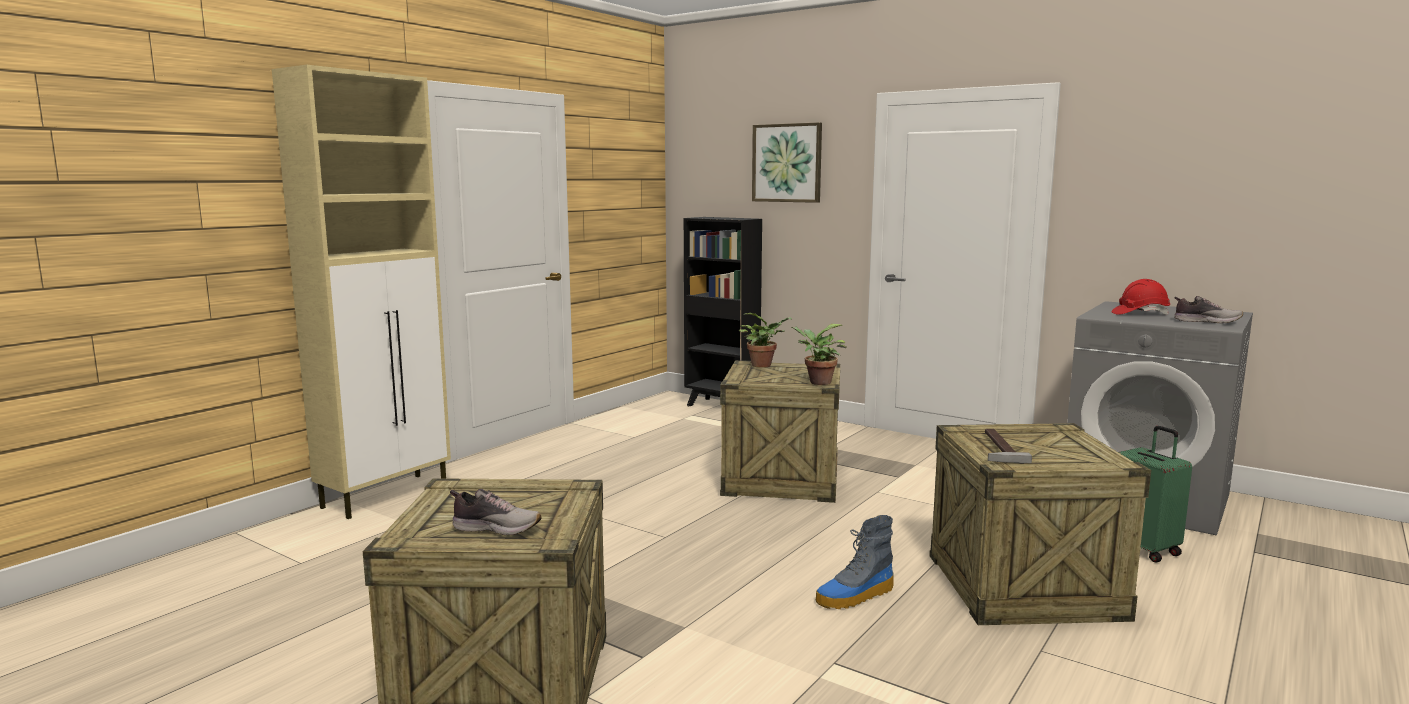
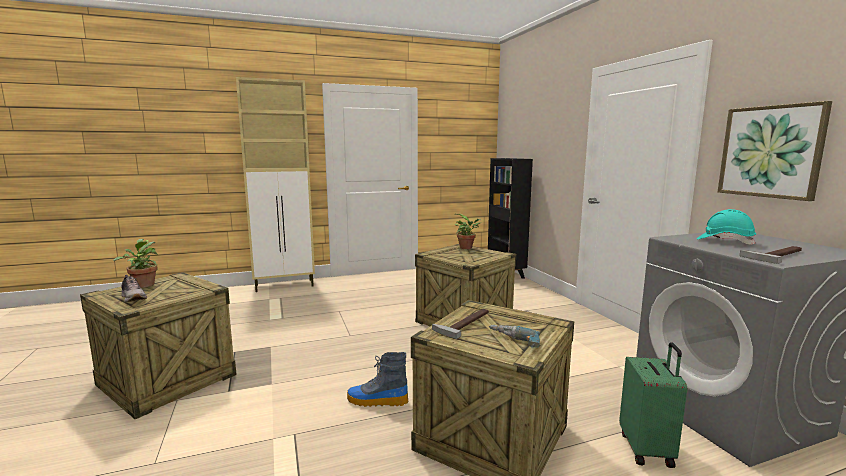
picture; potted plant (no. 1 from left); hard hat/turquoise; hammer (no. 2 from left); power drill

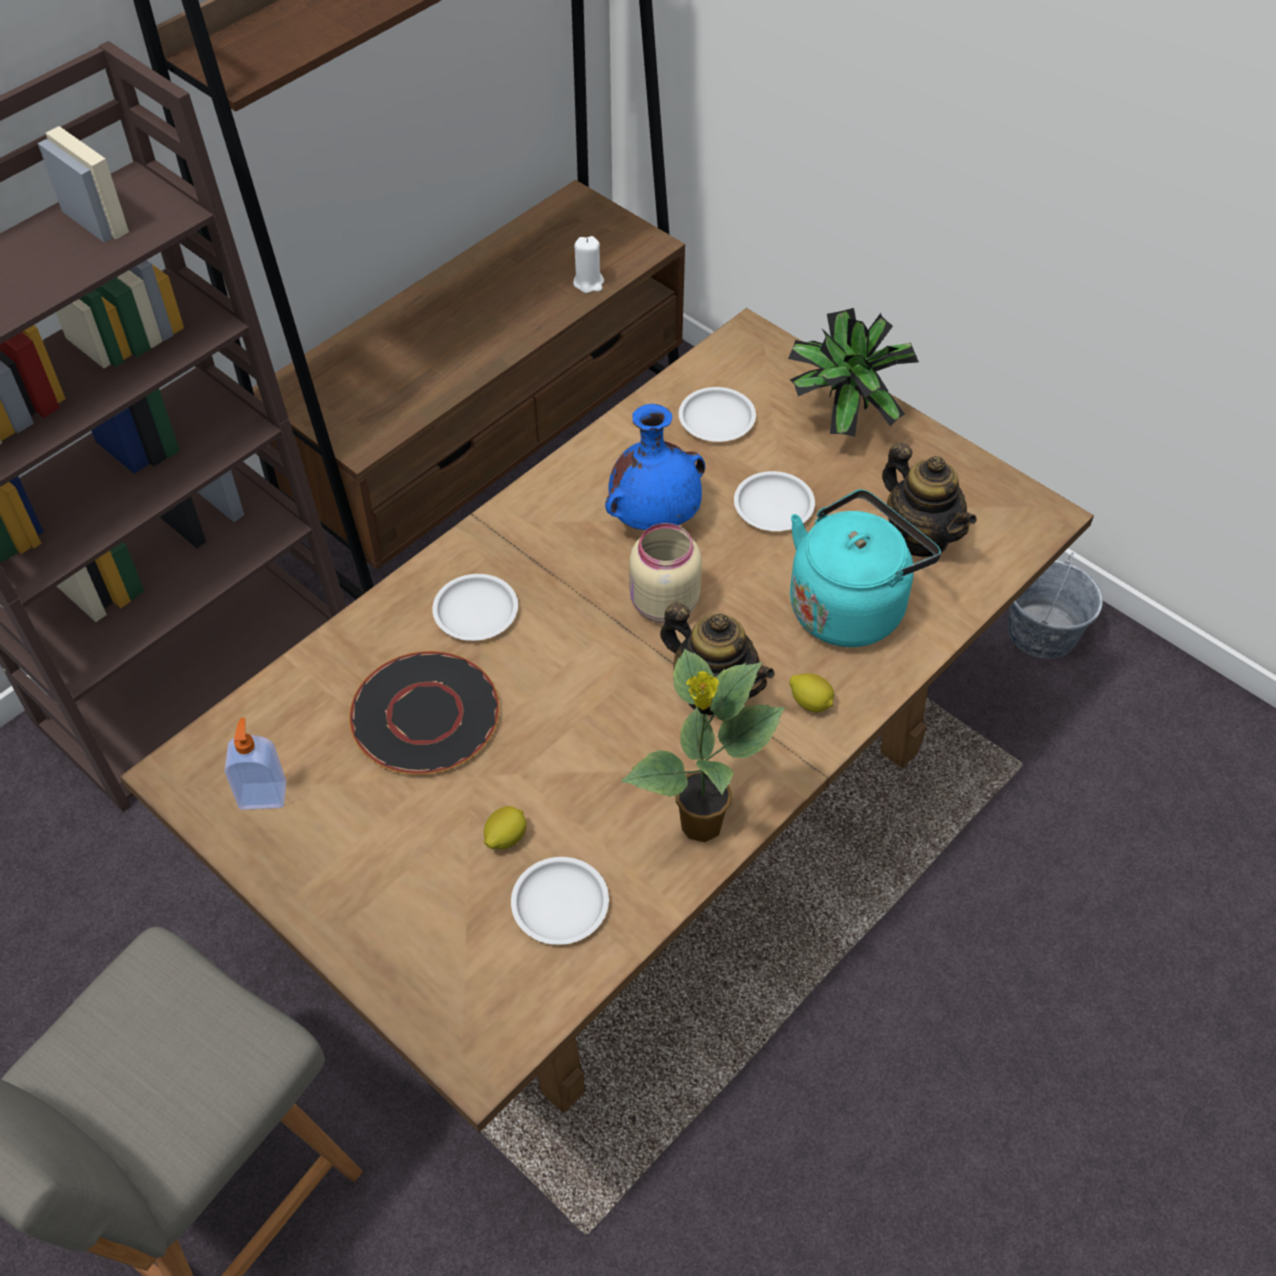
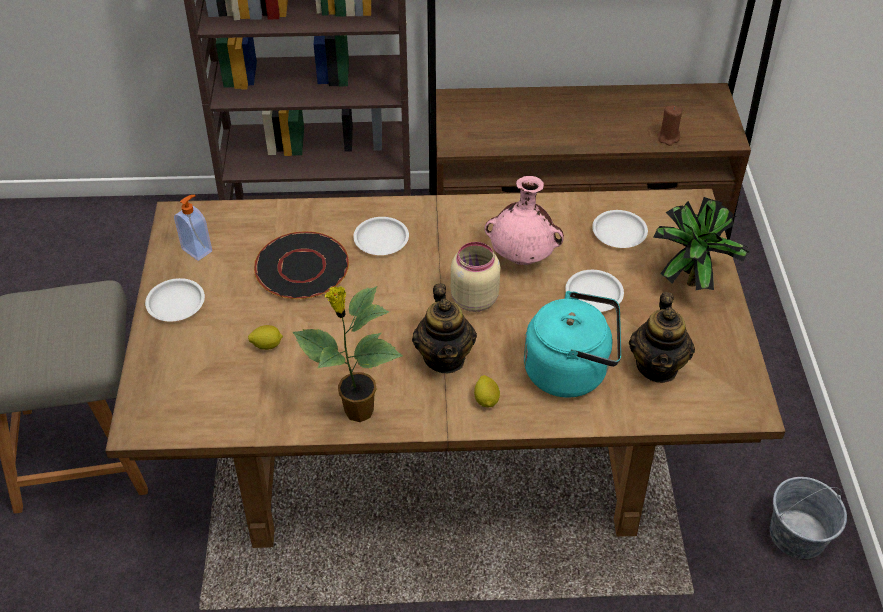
plate/white (no. 1 from left); candle/brown; vase/pink

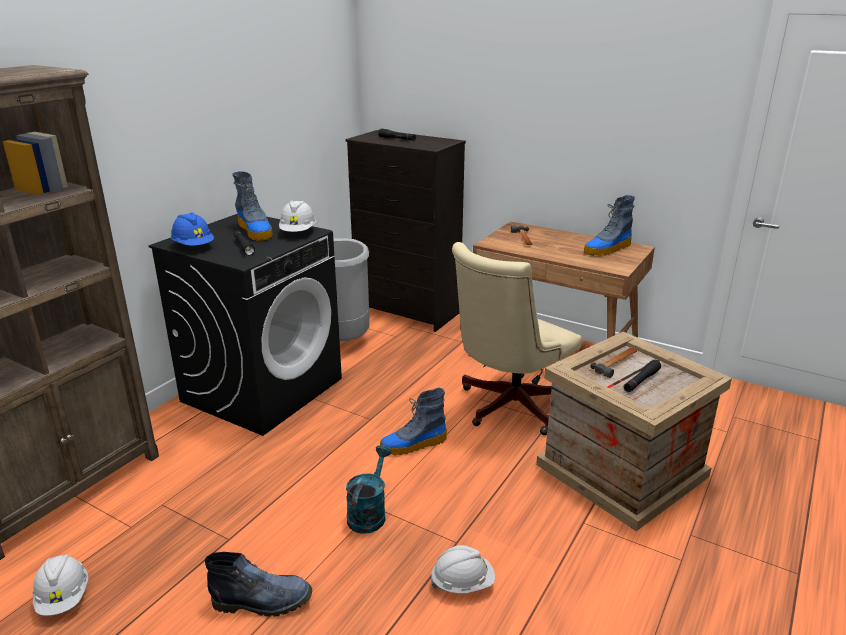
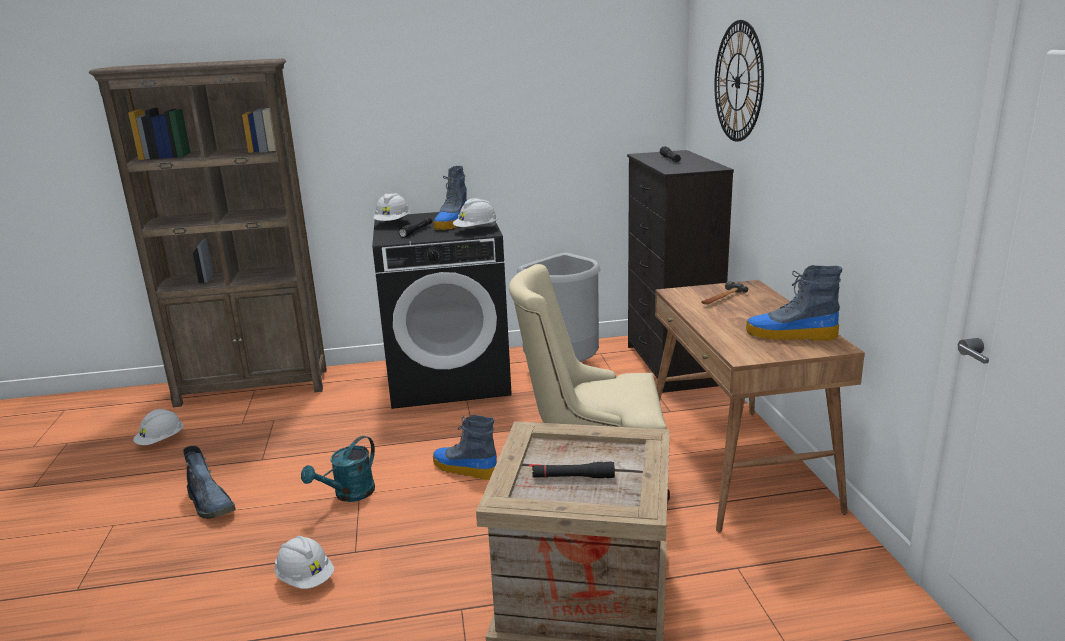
hard hat/white (no. 3 from left); watering can/turquoise; hammer (no. 2 from left in the first image); wall clock

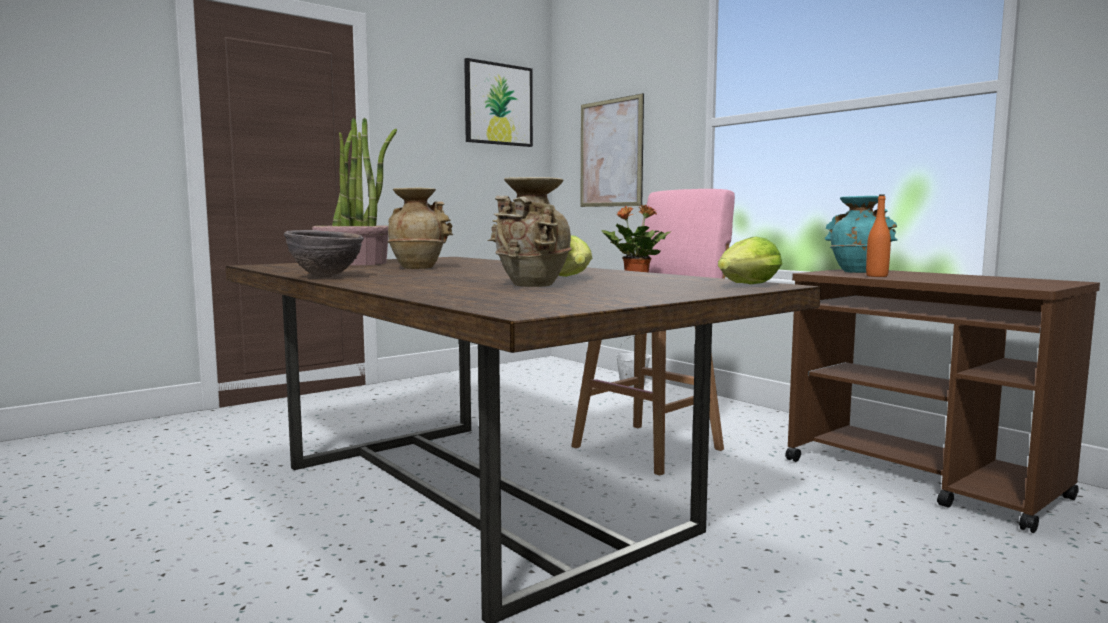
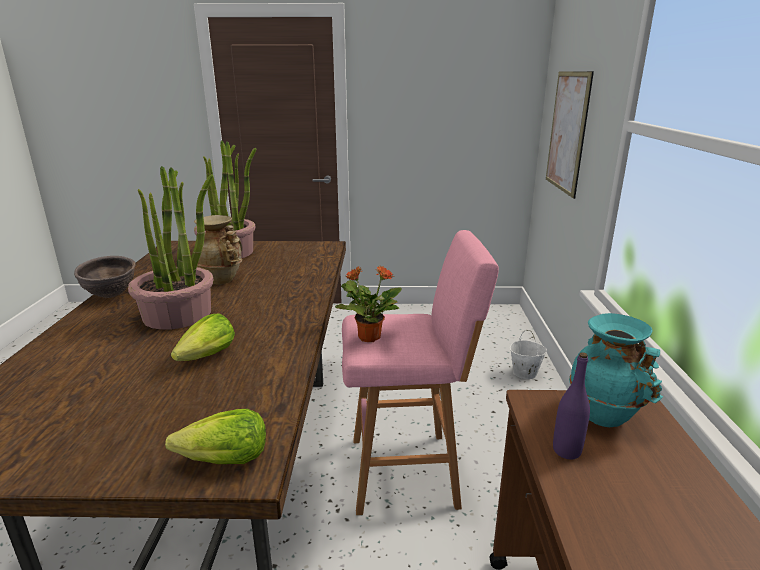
picture (no. 1 from left in the first image); vase/beige (no. 2 from left in the first image); bottle/purple; potted plant (no. 1 from left)

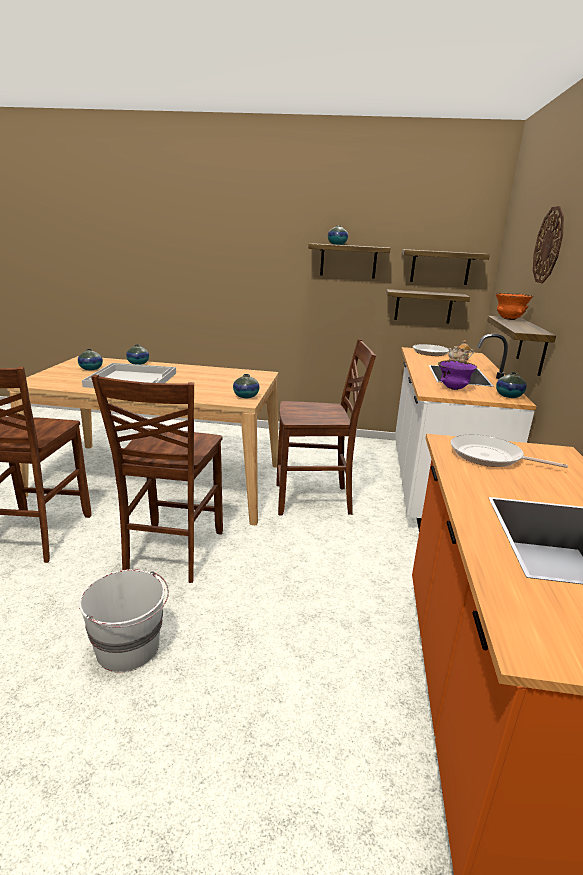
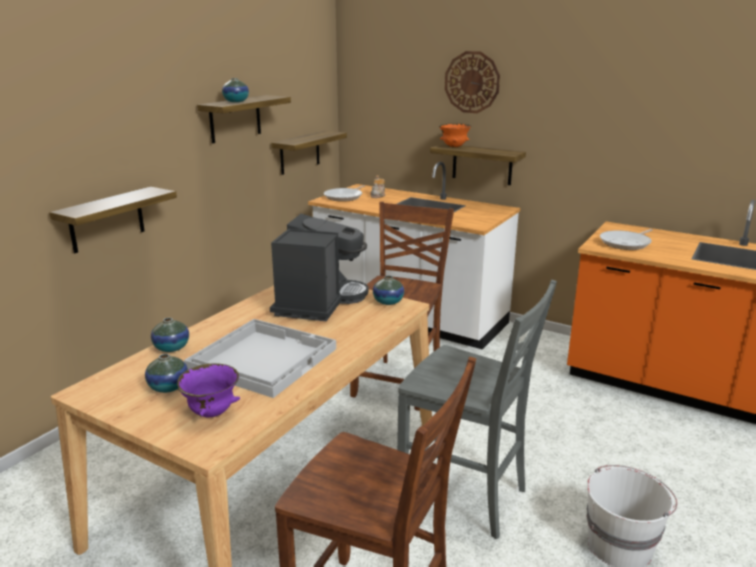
chair/grey; shelf (no. 1 from left); bowl/purple; vase (no. 5 from left in the first image); coffee machine

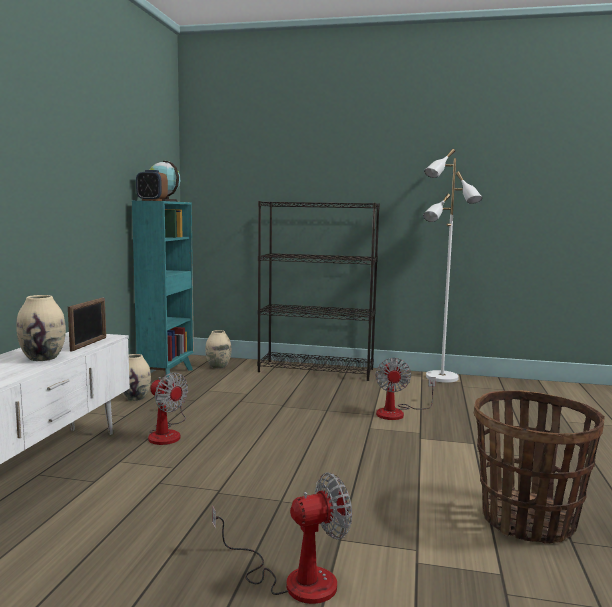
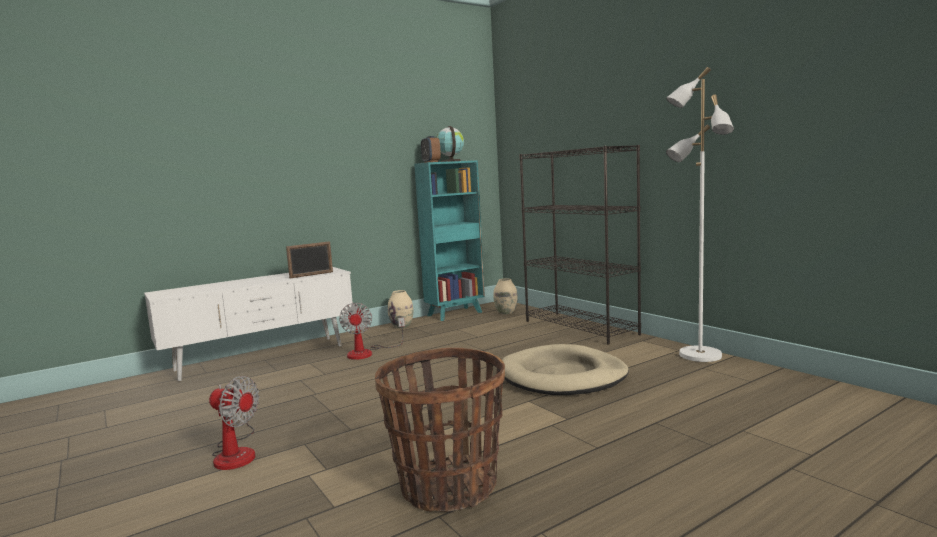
vase/beige (no. 1 from left in the first image); dog bed/beige

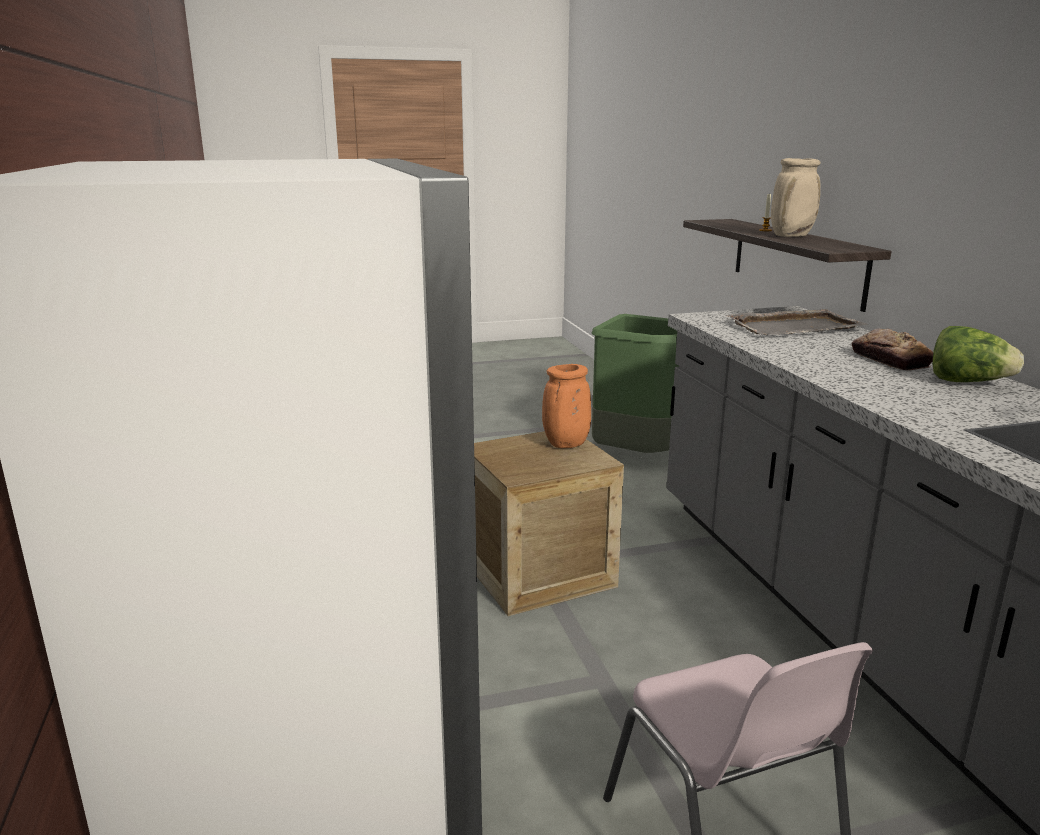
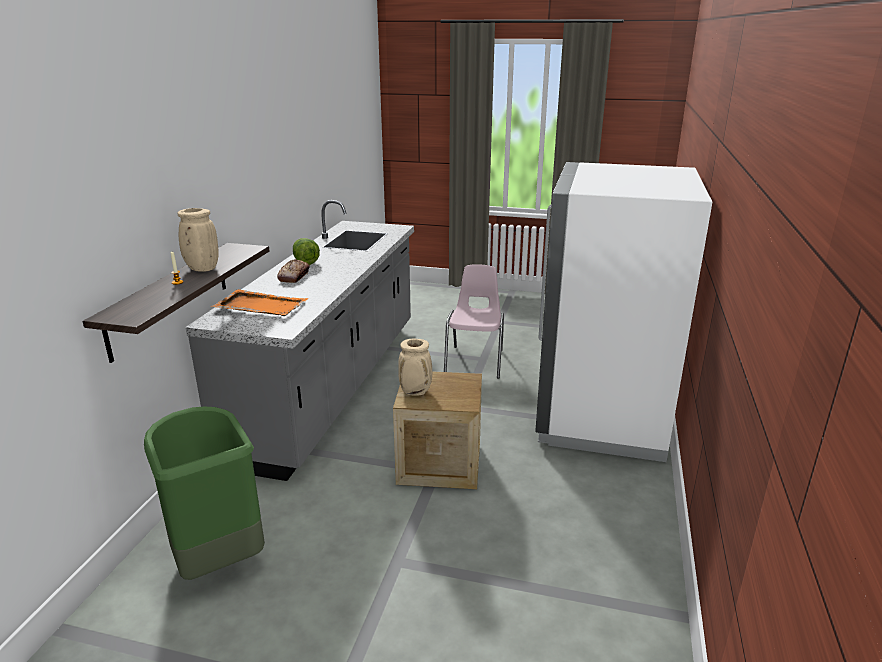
vase/beige (no. 2 from left); tray/orange

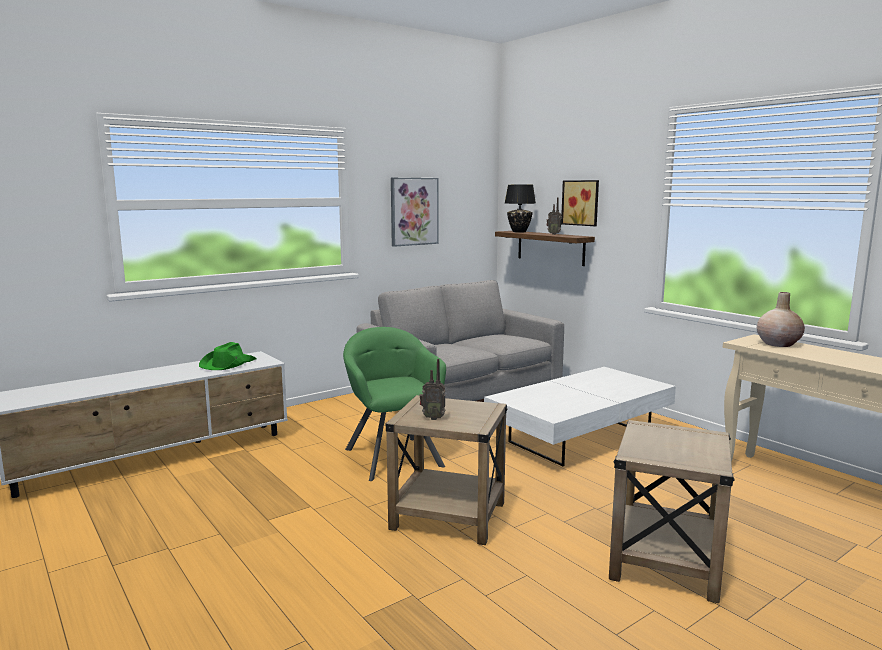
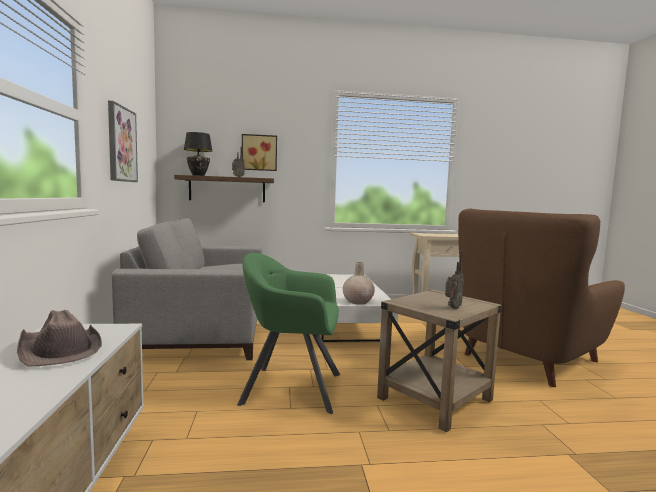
hat/brown; armchair/brown; vase/beige

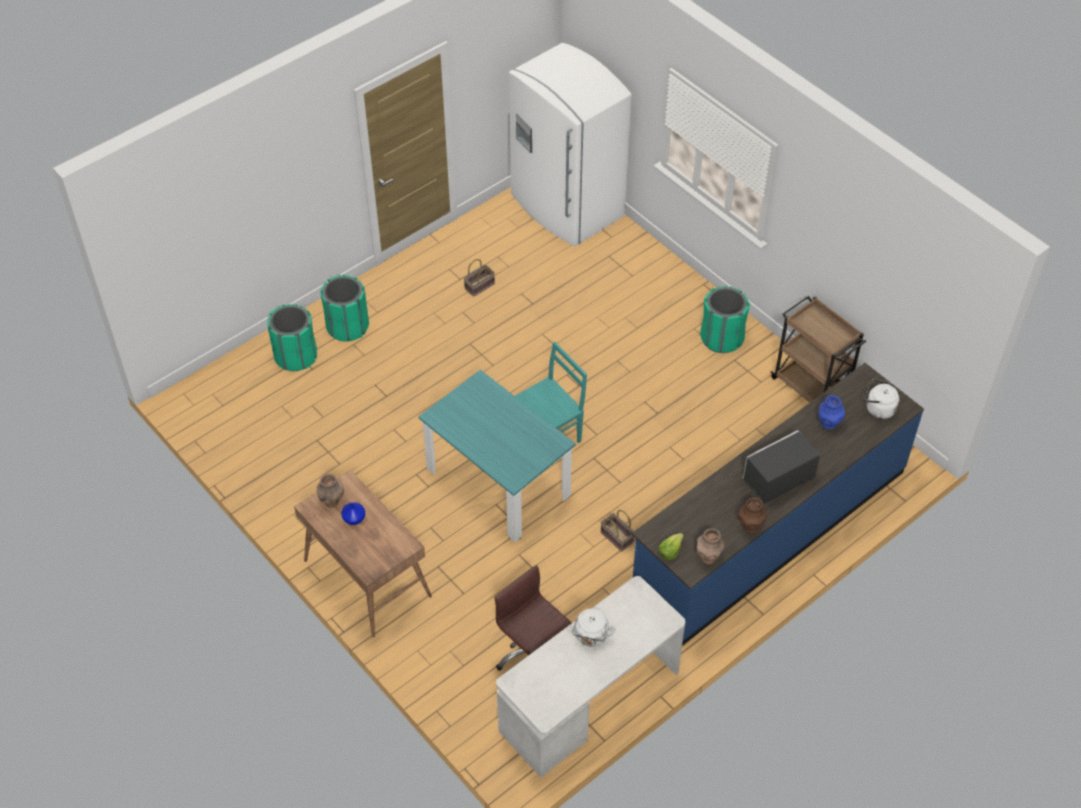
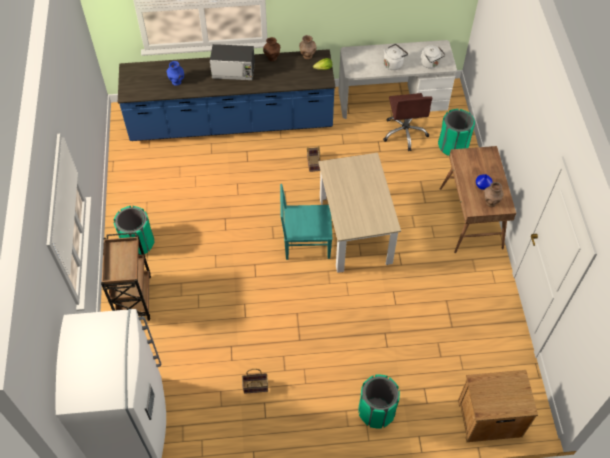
trash can/green (no. 3 from left); dining table/beige; cart/brown; kettle/white (no. 2 from left); nightstand/brown

